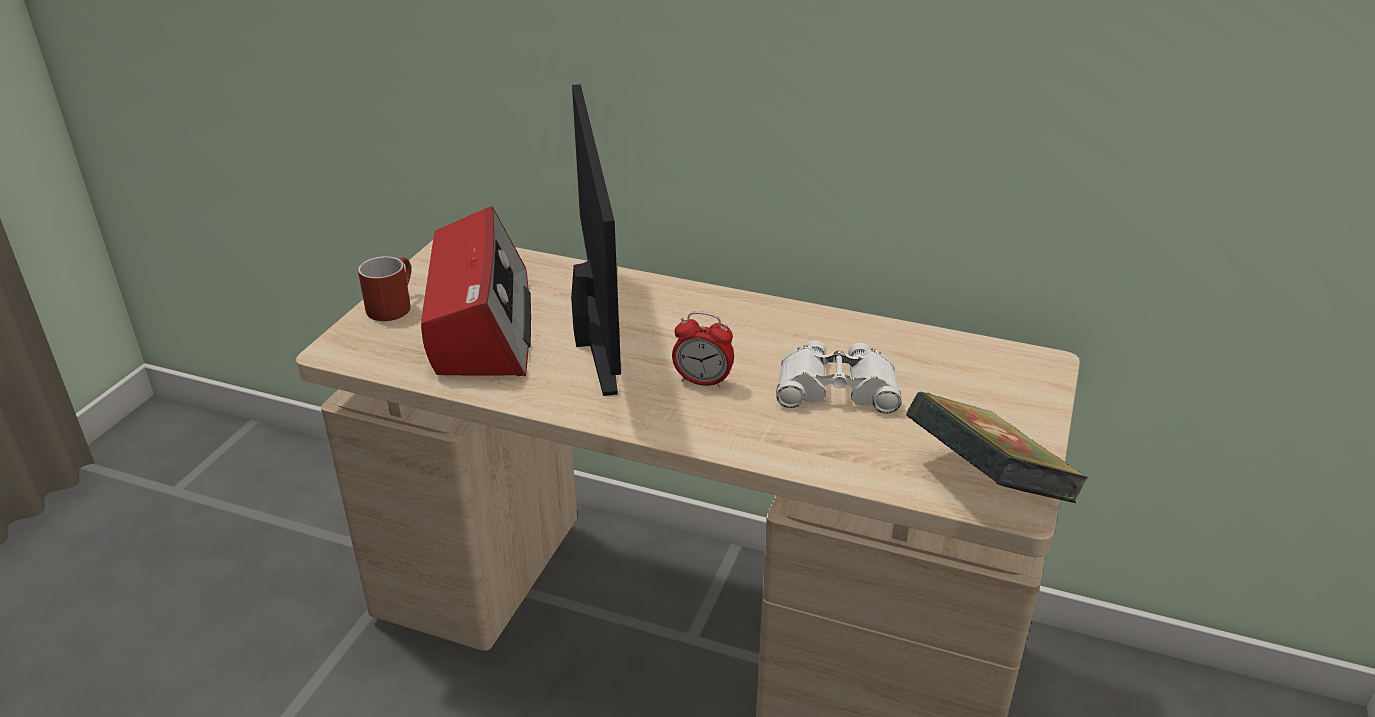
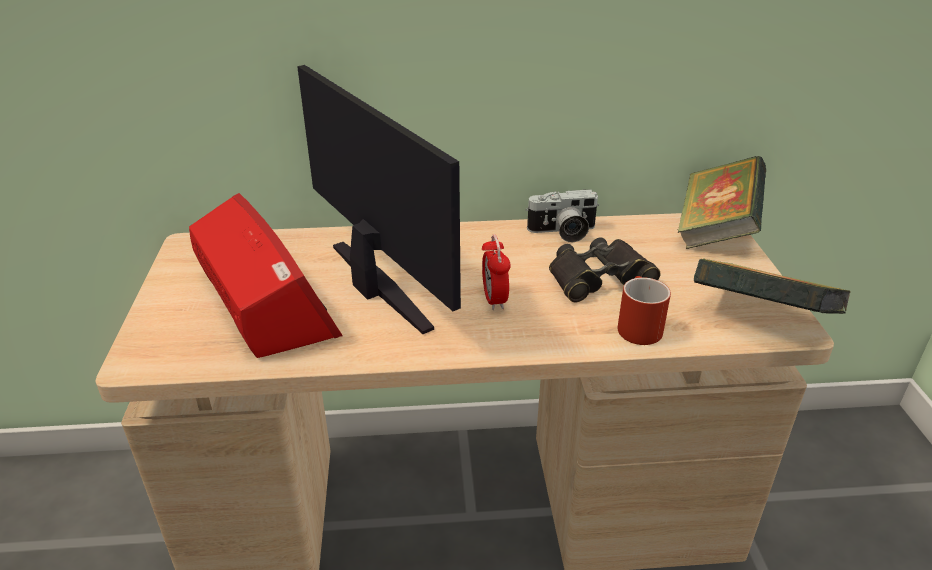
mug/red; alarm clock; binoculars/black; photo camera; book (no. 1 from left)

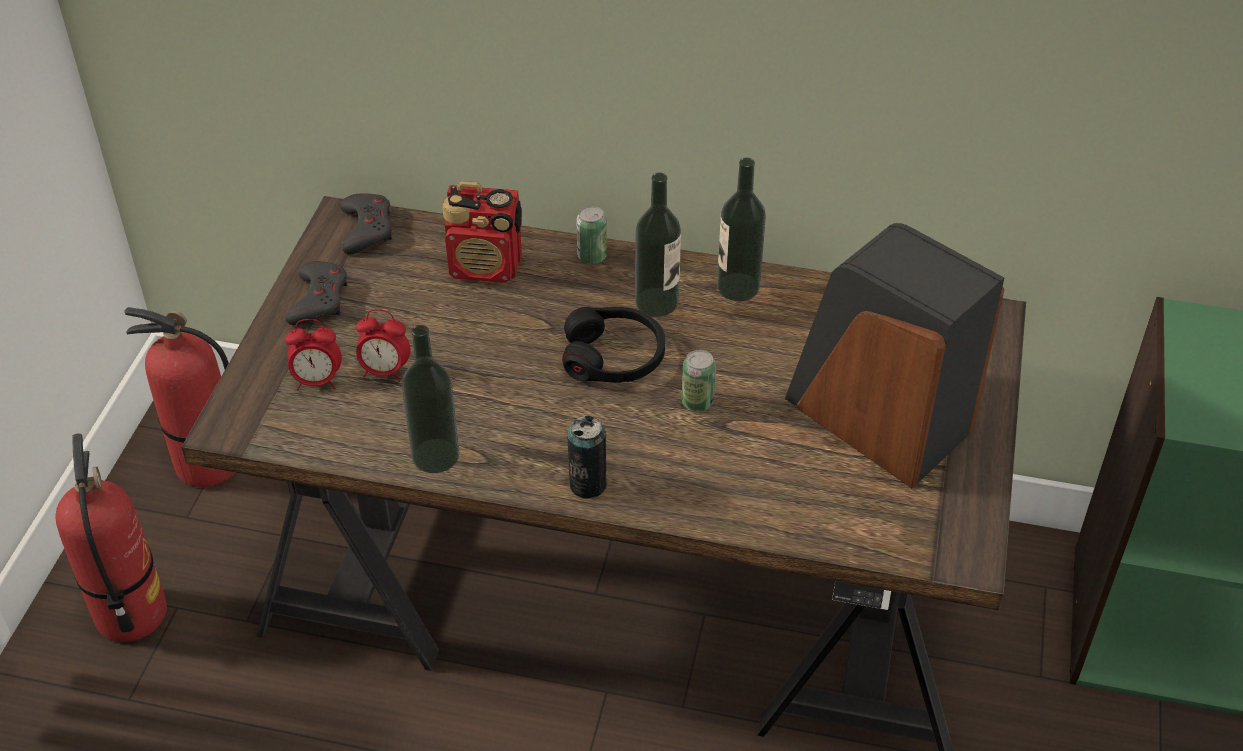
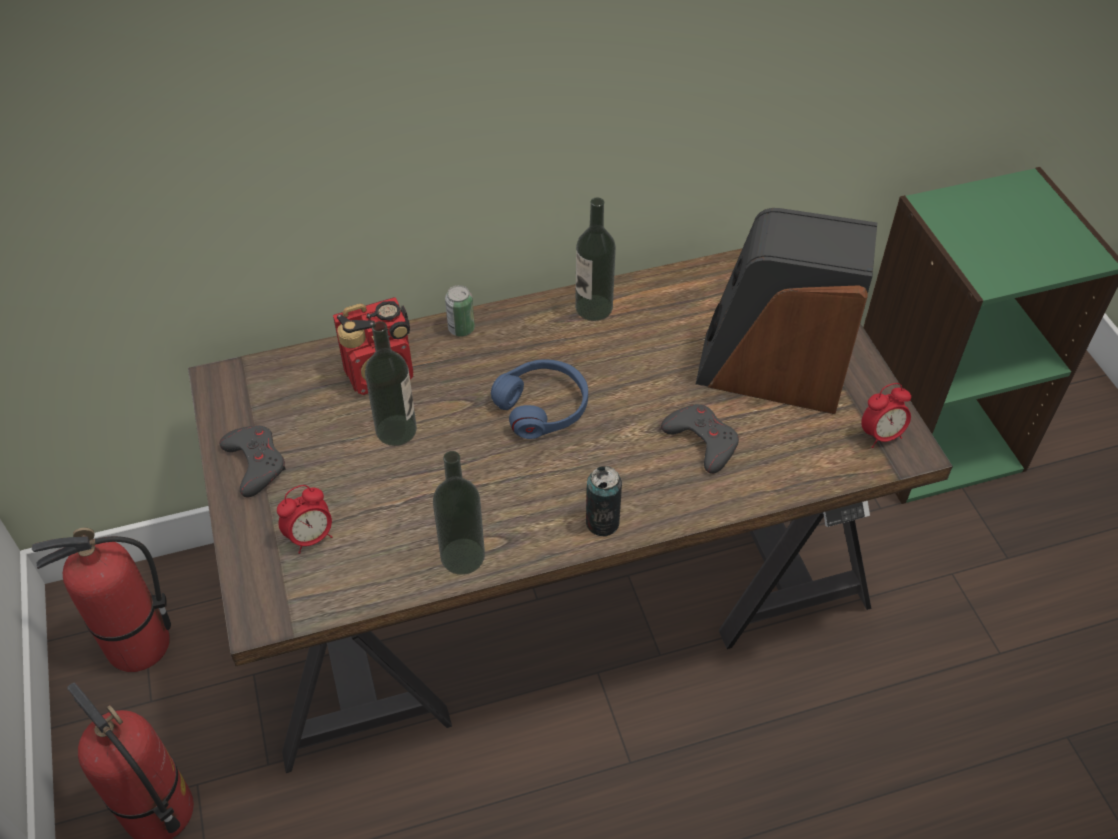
game controller/grey (no. 2 from left); alarm clock (no. 2 from left); headphones/blue; bottle (no. 1 from left); can (no. 3 from left in the first image)

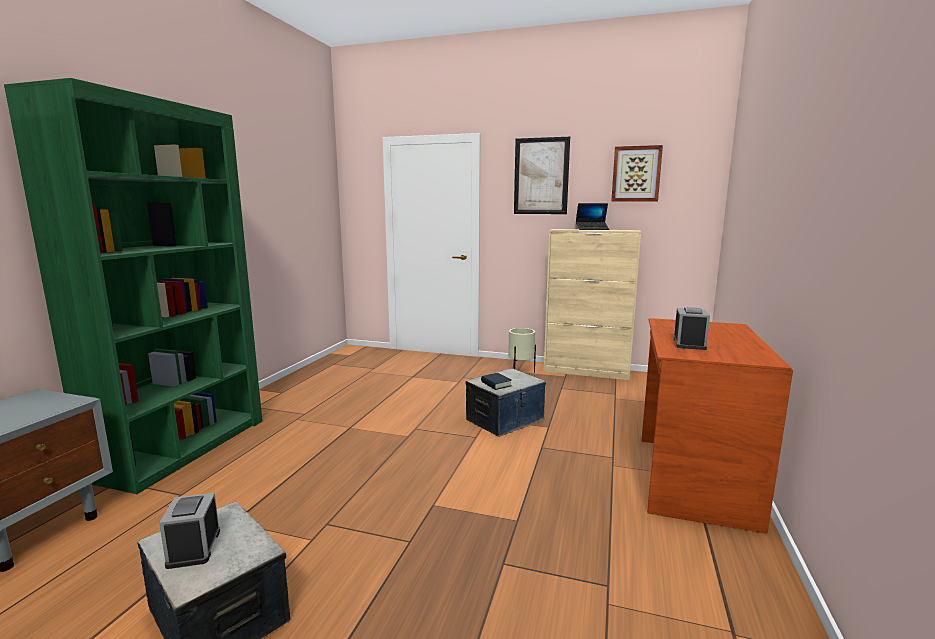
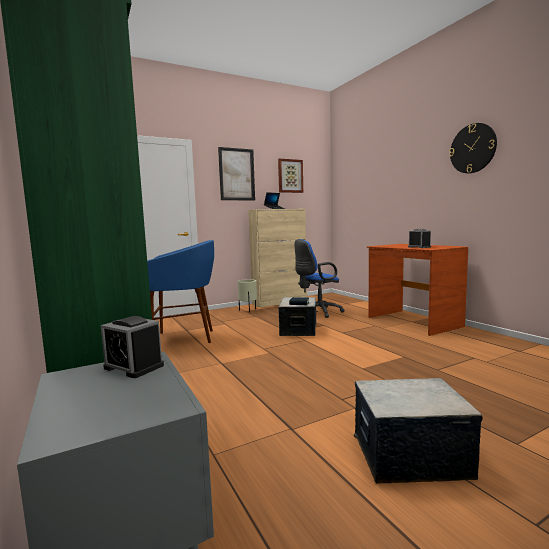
alarm clock (no. 1 from left); stool/blue; office chair/blue; wall clock

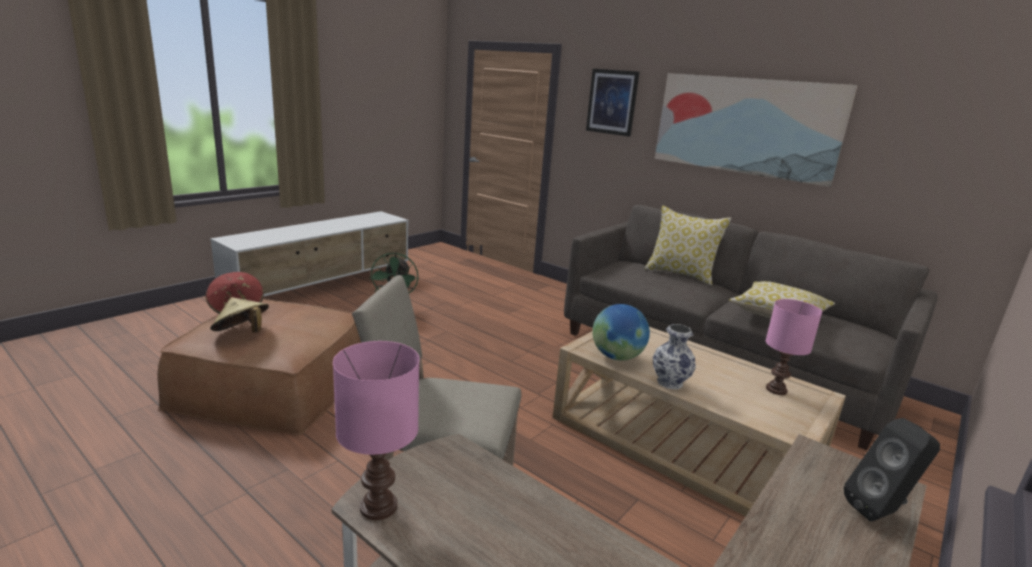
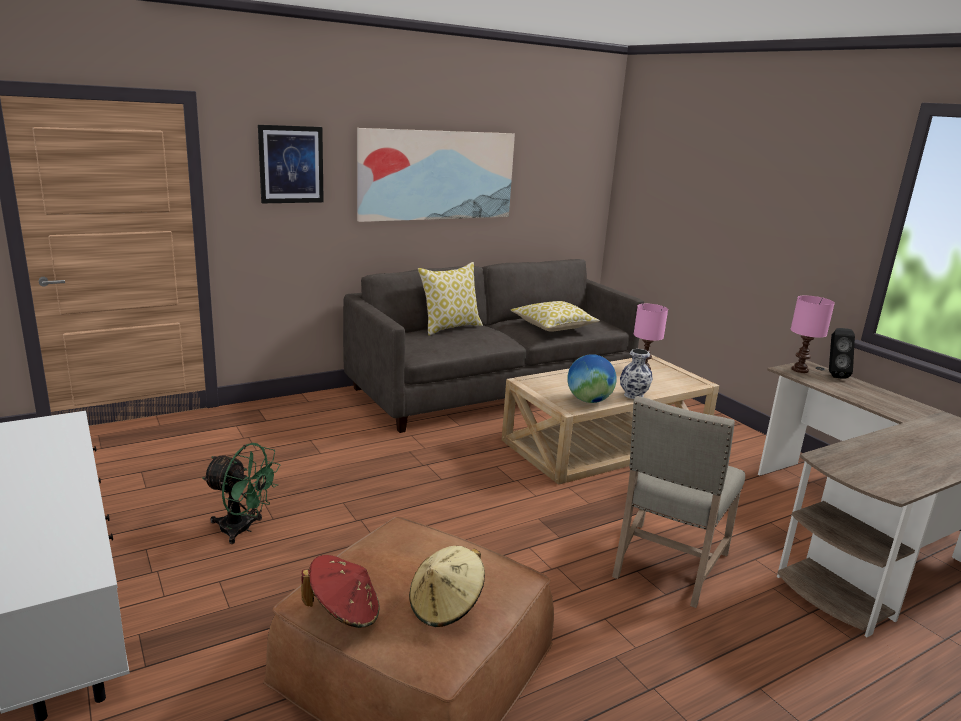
table lamp/pink (no. 2 from left)

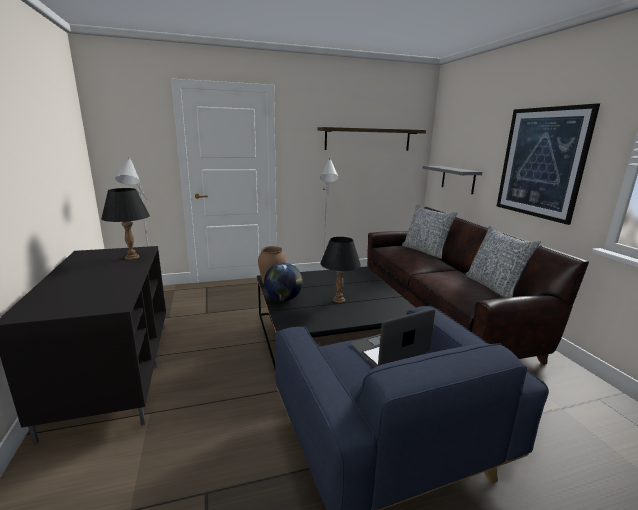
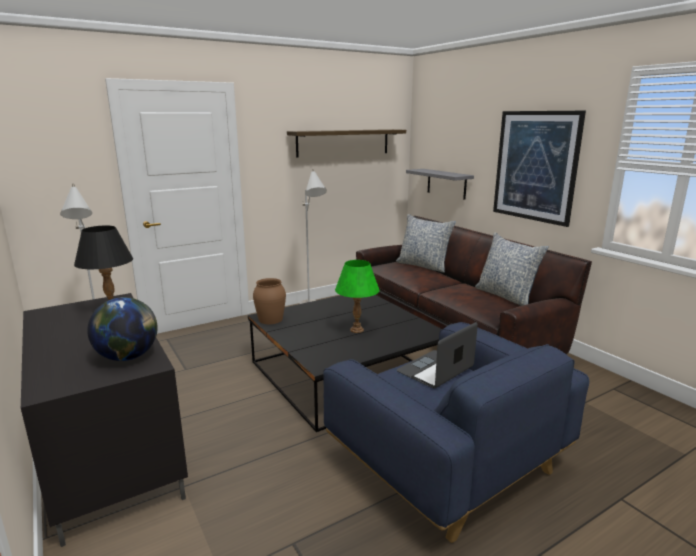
globe; table lamp/green

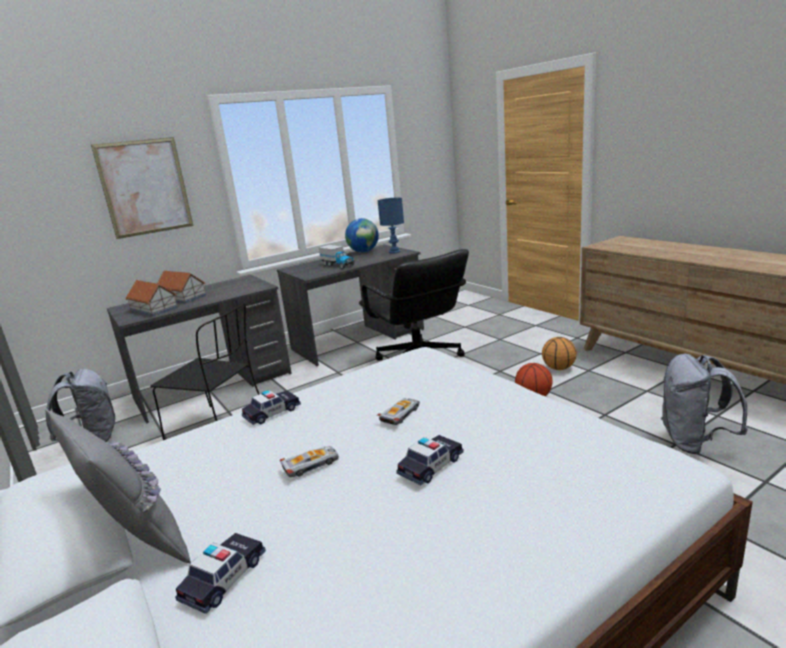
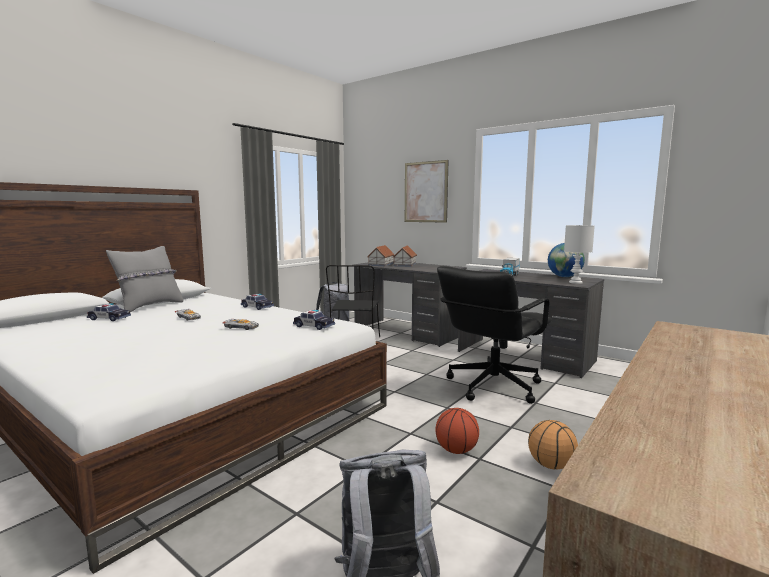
table lamp/white; toy car (no. 5 from left)

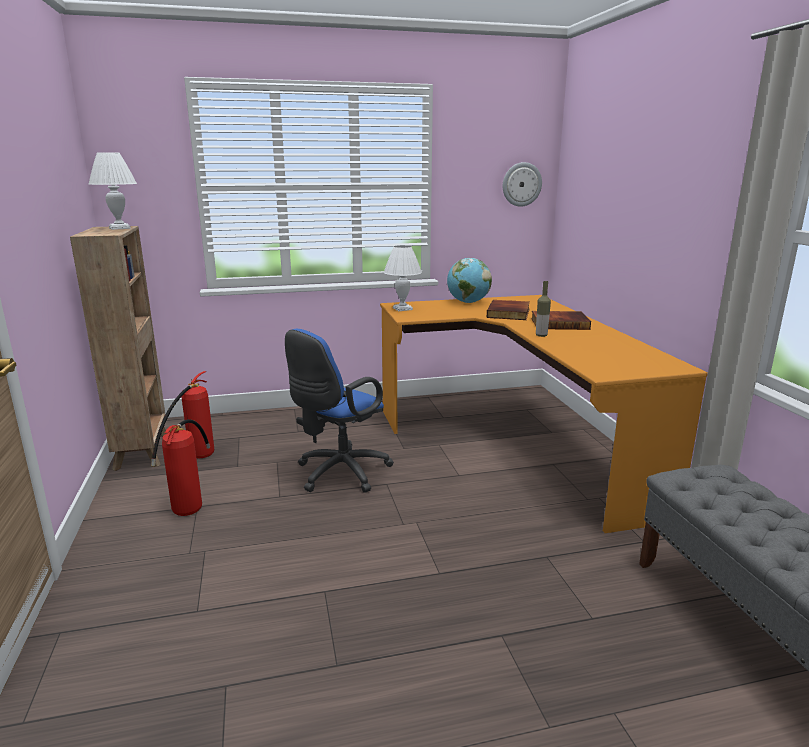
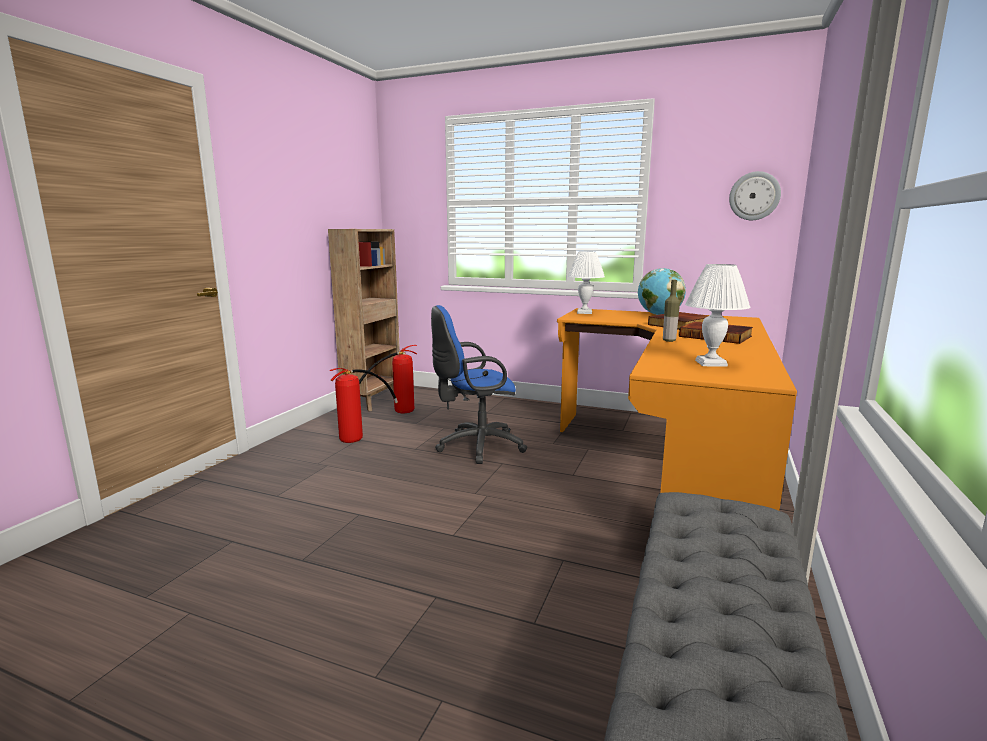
table lamp/white (no. 2 from left)

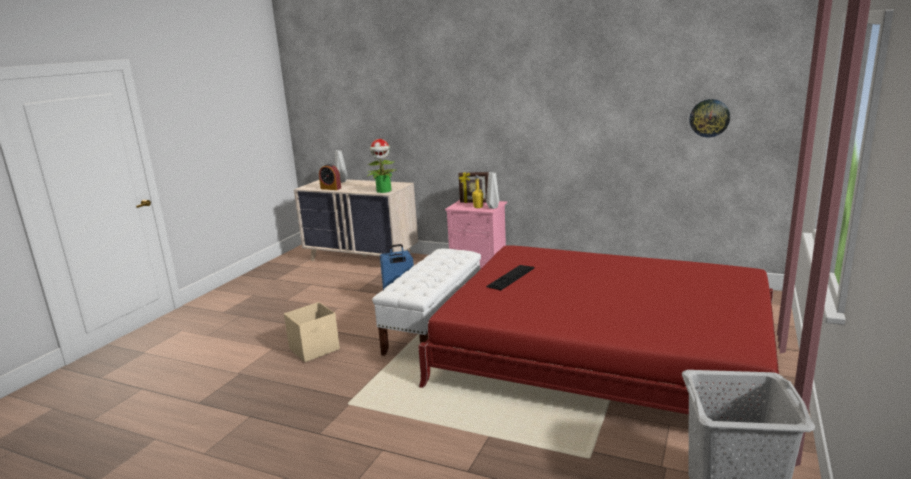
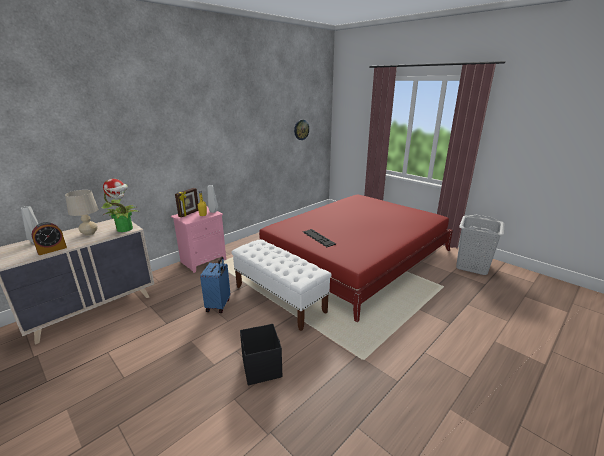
storage box/black; table lamp/beige

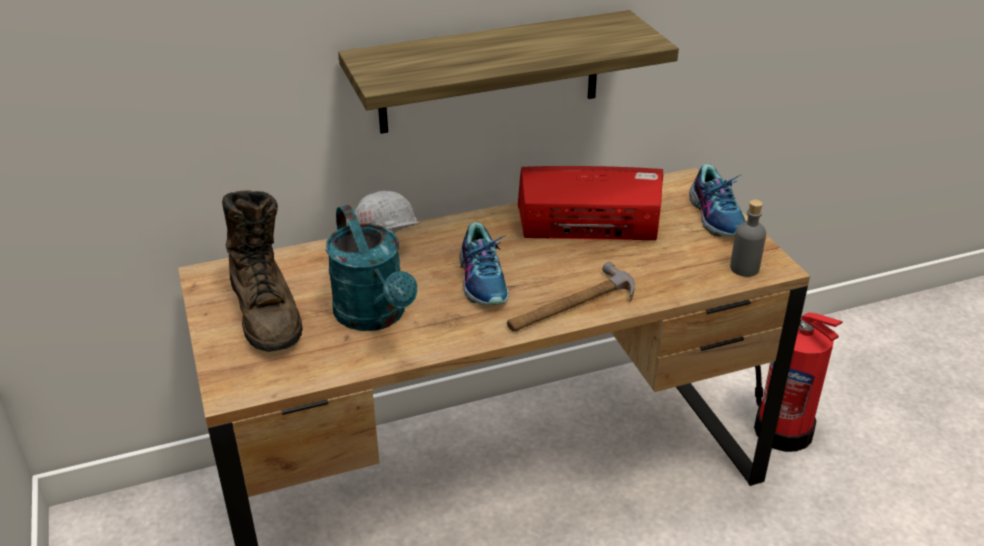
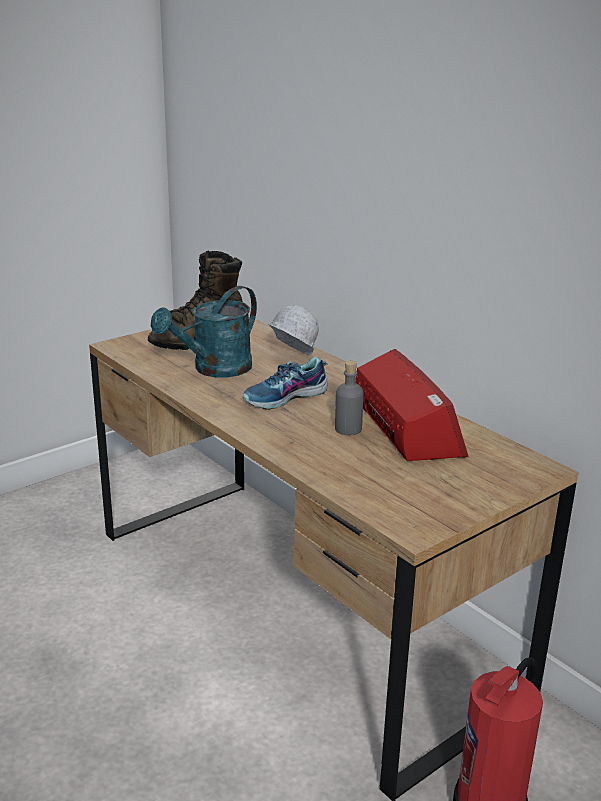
shelf; hammer; shoe (no. 2 from left in the first image); bottle/grey

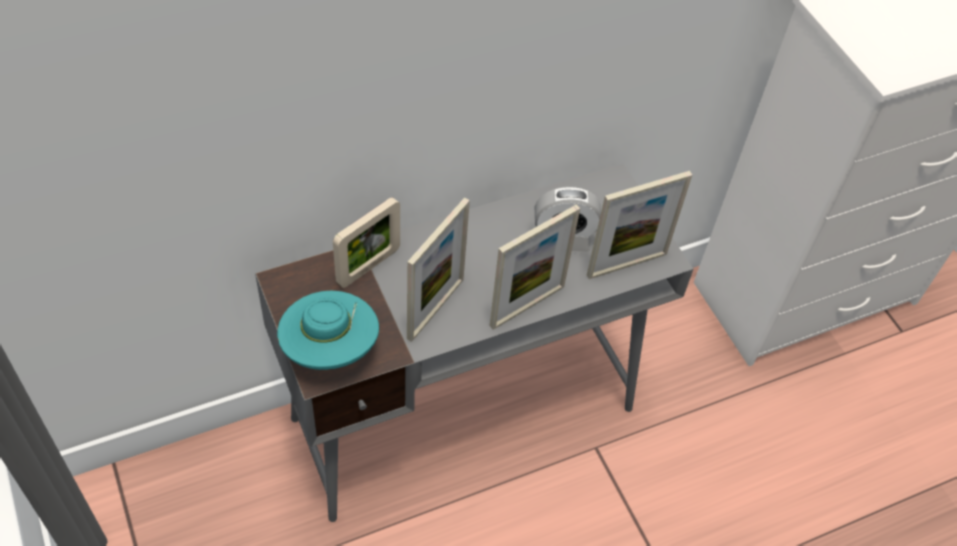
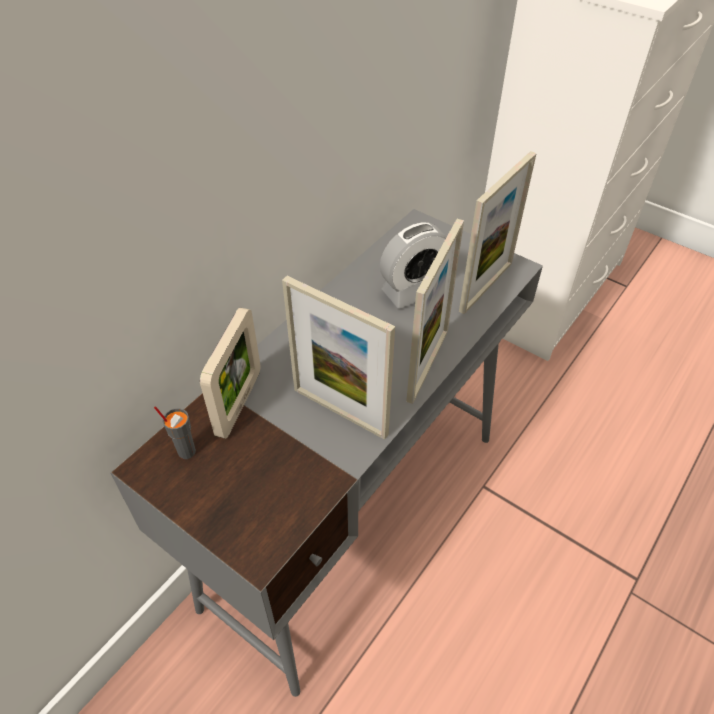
hat/turquoise; picture frame (no. 2 from left); cup/grey

